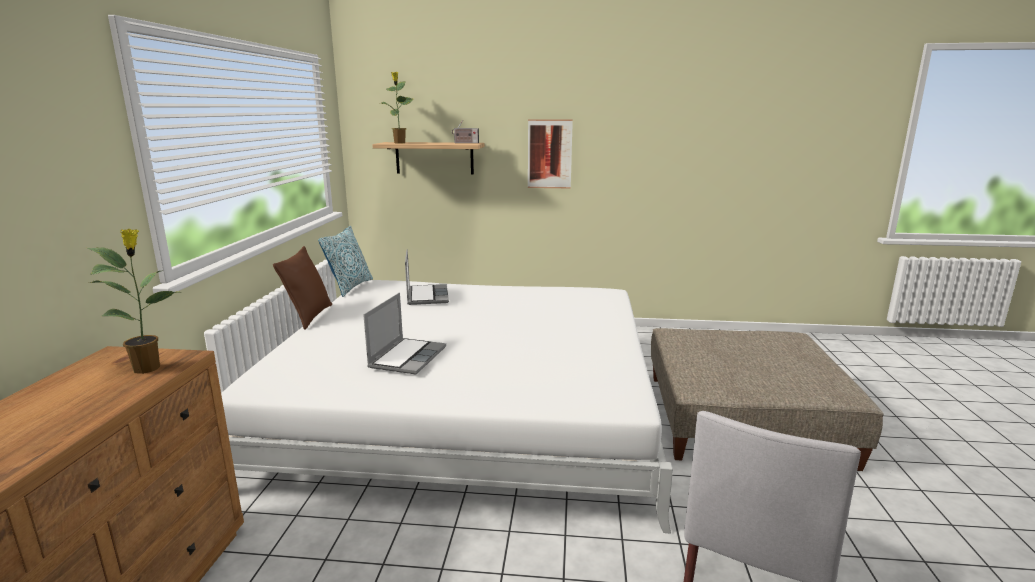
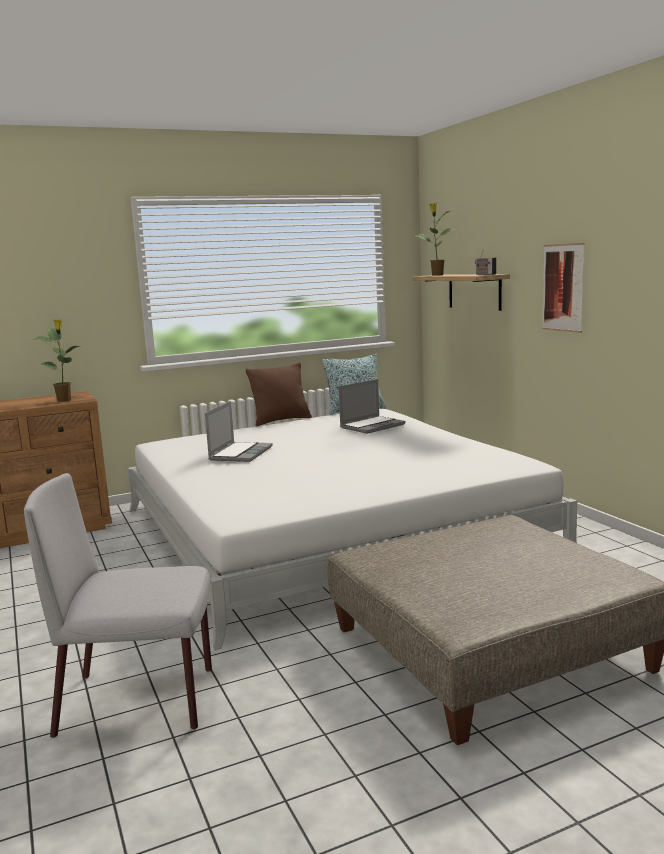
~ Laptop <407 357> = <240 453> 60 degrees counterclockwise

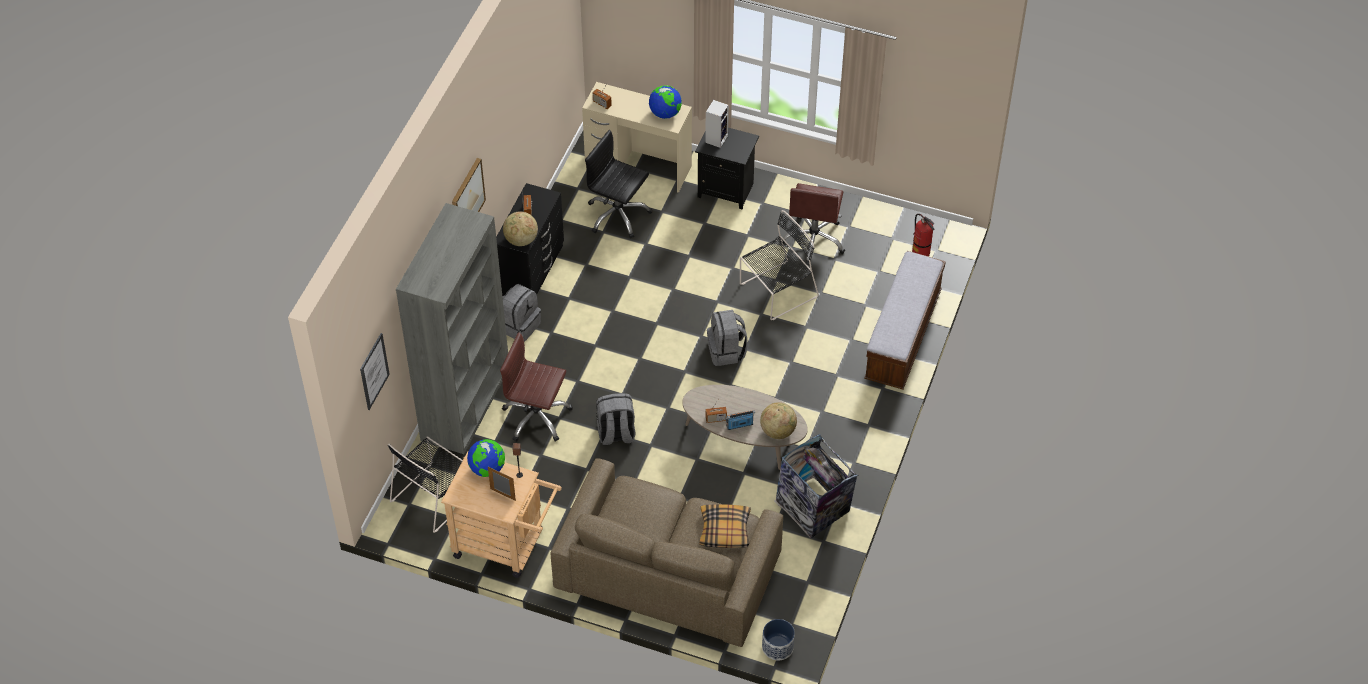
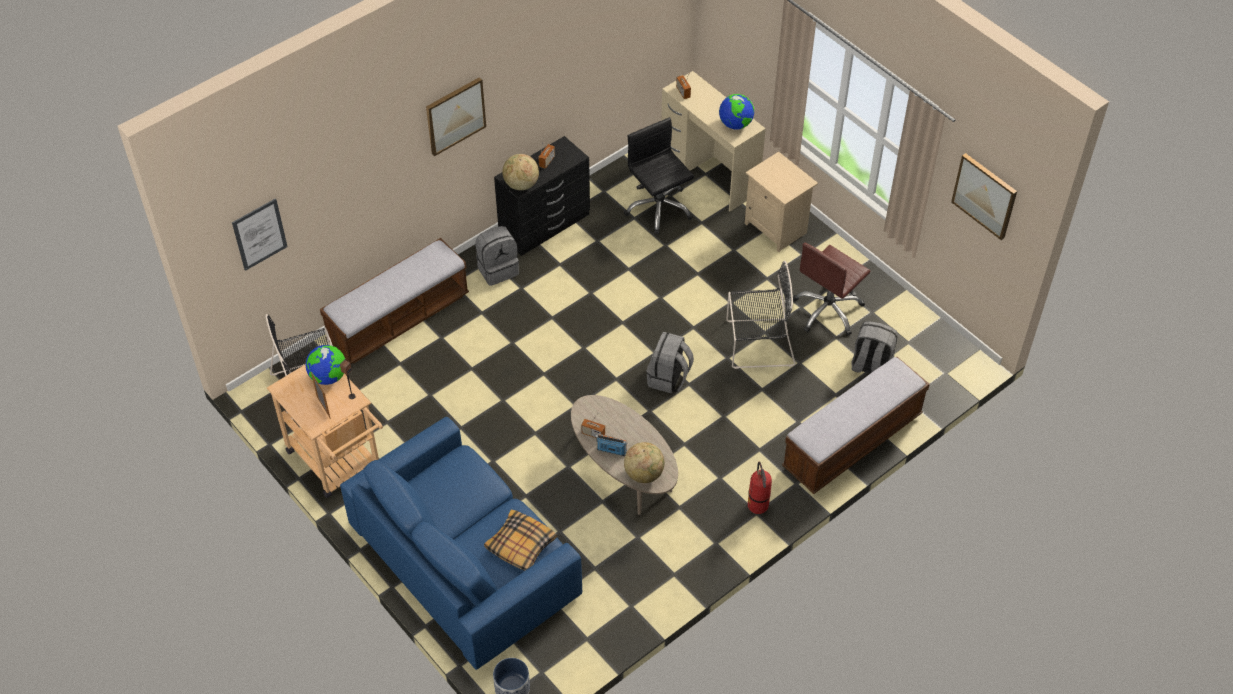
- Bürostuhl/braun <536 417>
- Lautsprecher <716 138>
- Mülleimer <813 509>
+ Bild <985 195>
~ Rucksack/grau <616 434> to <870 366>
~ Feuerlöscher <921 253> to <758 505>
~ Bücherregal/grau <466 405> to Bank <399 319>
~ Sofa/braun <668 569> to Sofa/blau <465 558>
~ Nachttisch/schwarz <726 190> to Nachttisch/beige <776 228>

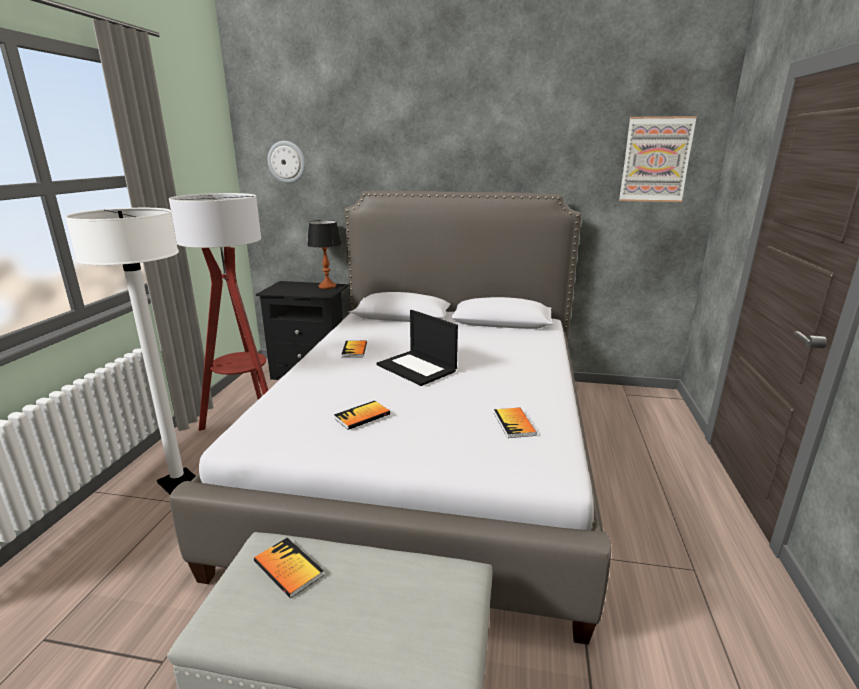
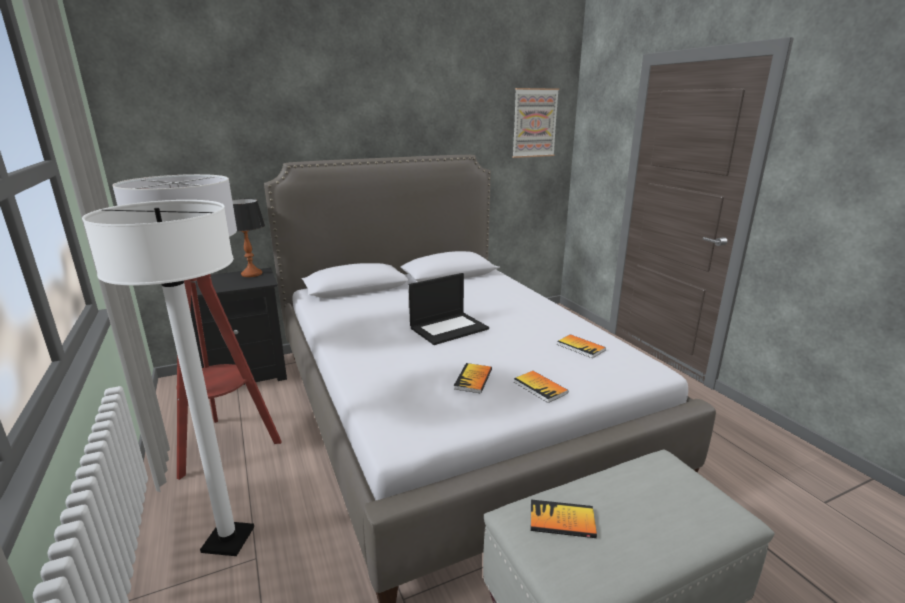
- Wanduhr <287 162>
~ Buch <354 350> to <540 387>
~ Laptop <417 368> = <449 328> 45 degrees counterclockwise

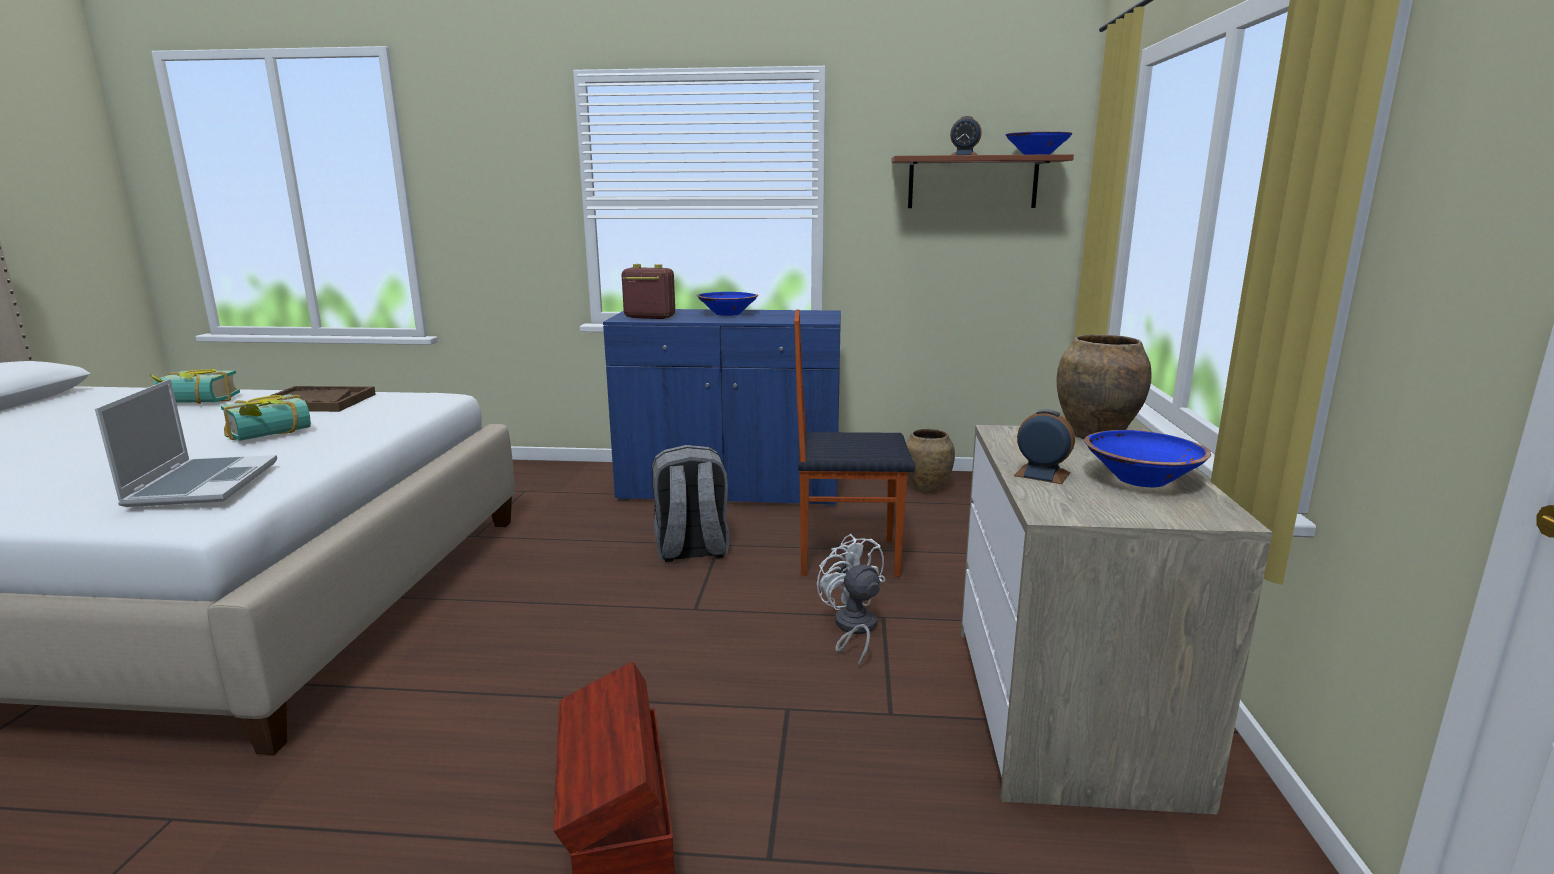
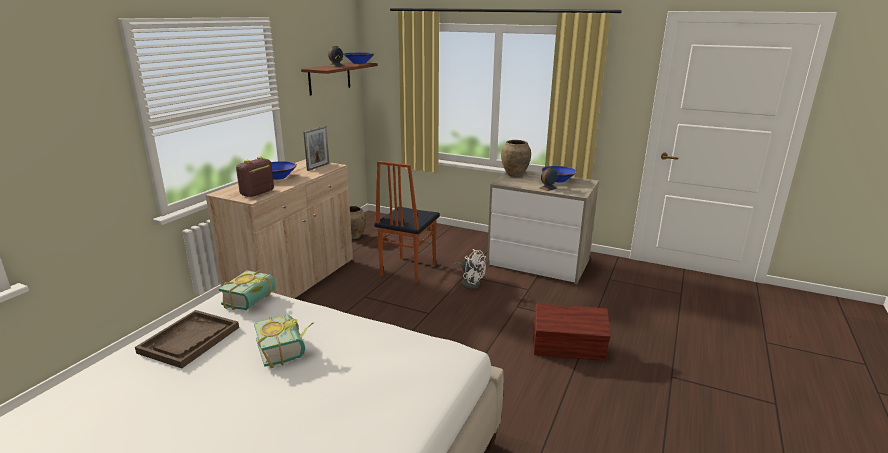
- Laptop <202 483>
- Rucksack/grau <691 550>
+ Bilderrahmen <318 167>
~ Buch <195 403> to <254 301>
~ Schrank/blau <730 489> to Schrank/beige <294 281>
~ Ventilator/weiß <853 629> = <470 283> 135 degrees counterclockwise

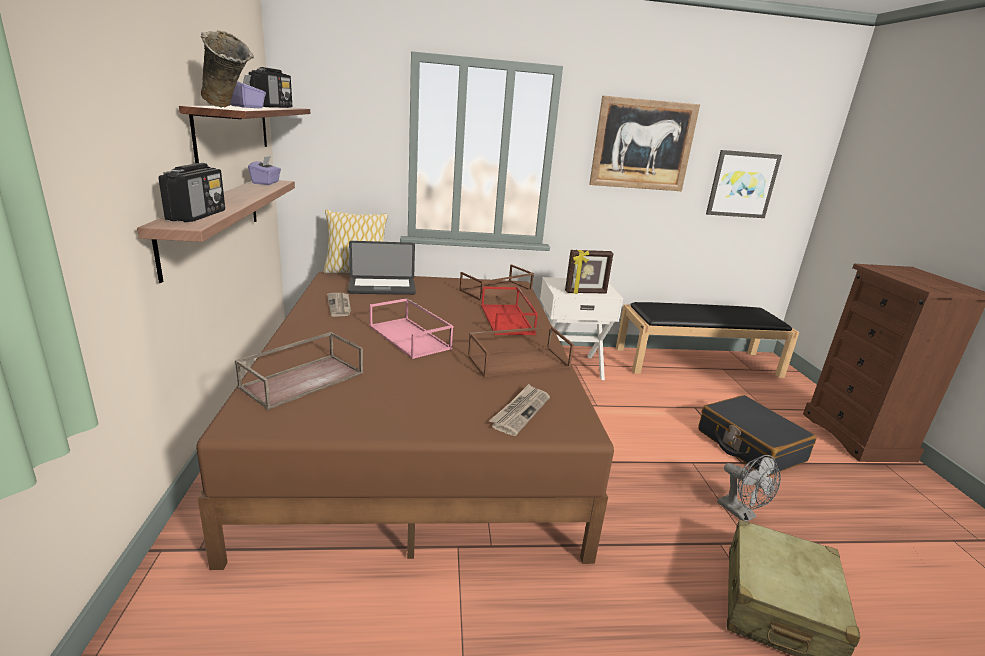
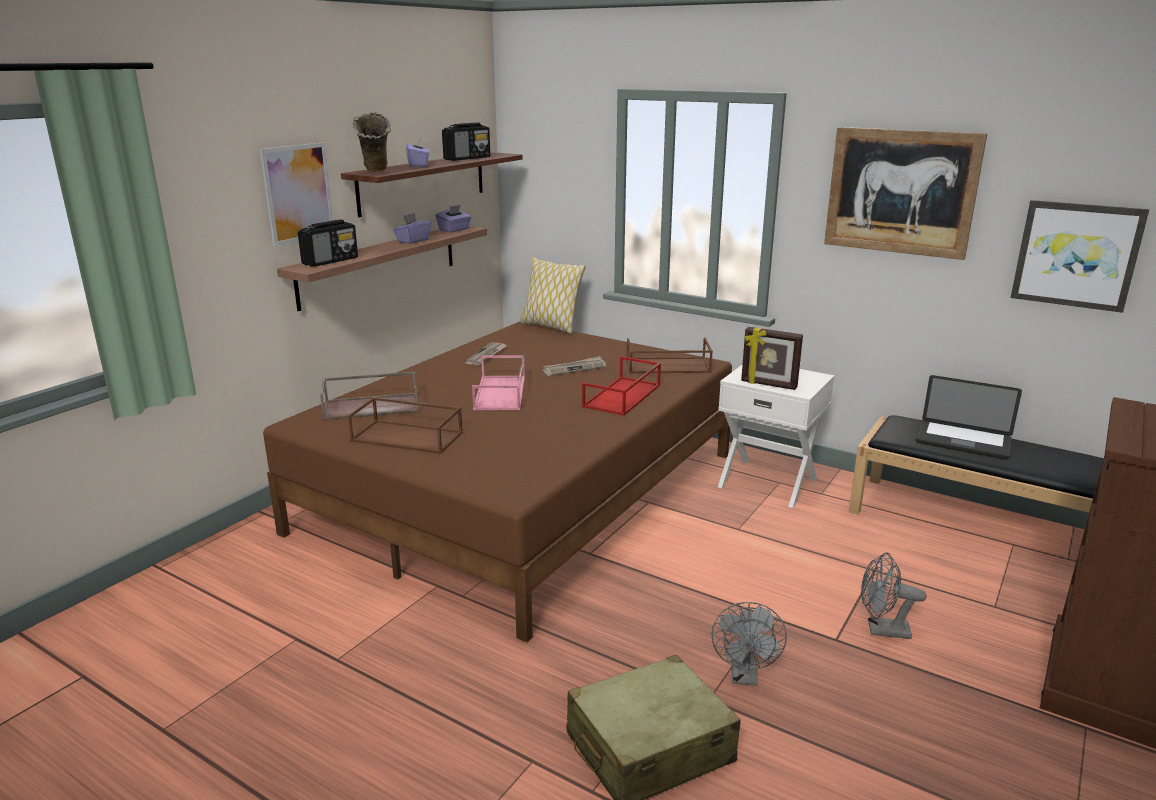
+ Bild <298 193>
+ Taschentuchbox/lila <413 241>
~ Laptop <382 288> to <963 441>
~ Tablett/braun <519 361> to <408 436>
~ Zeitung <520 411> to <574 368>
~ Koffer/schwarz <749 446> to Ventilator/grau <881 630>

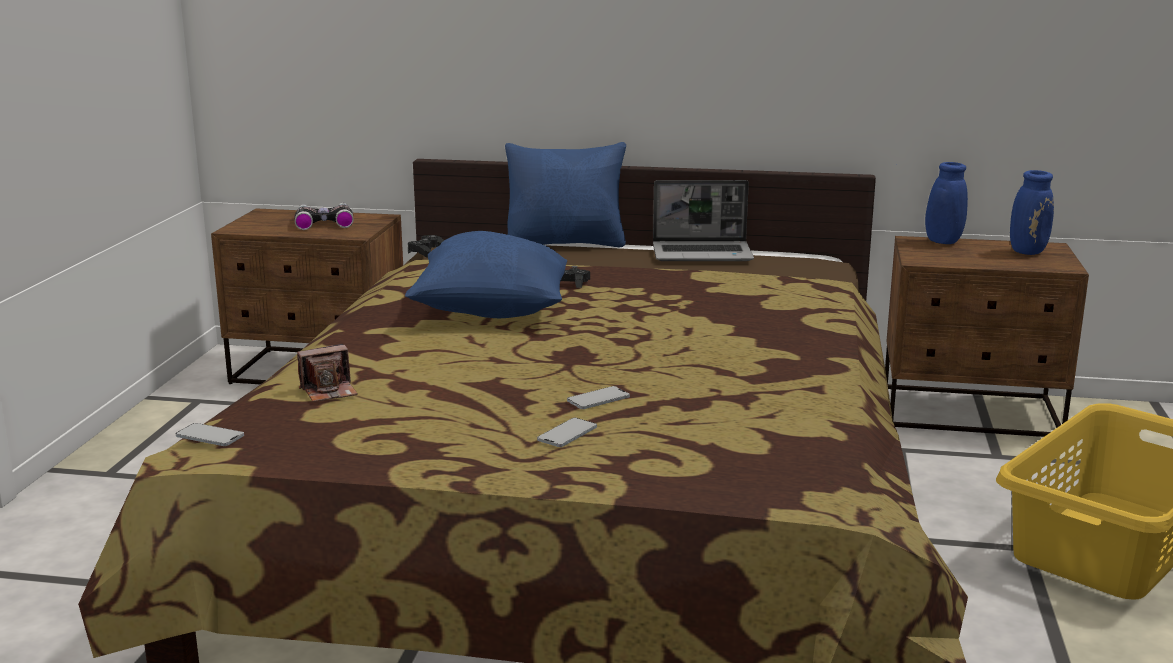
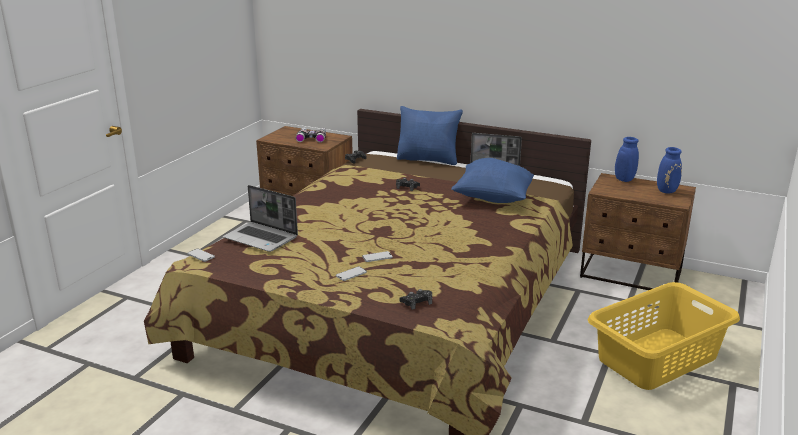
+ Gamepad/schwarz <416 302>
~ Kissen/blau <491 312> to <492 198>
~ Kamera <329 391> to Laptop <262 238>

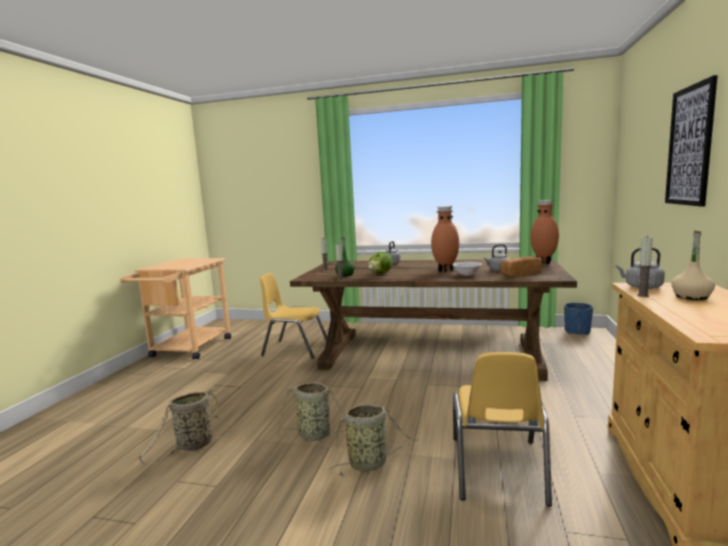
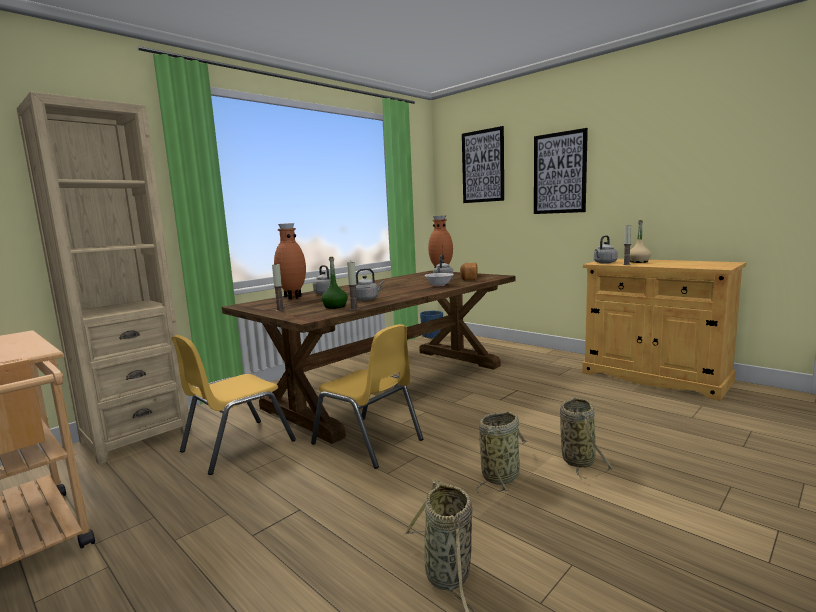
+ Bücherregal/beige <136 436>
+ Bild <483 166>
~ Vase/braun <445 270> to <292 297>
~ Stuhl/gelb <497 469> to <368 442>
~ Salatkopf <379 274> to Wasserkessel/grau <367 299>

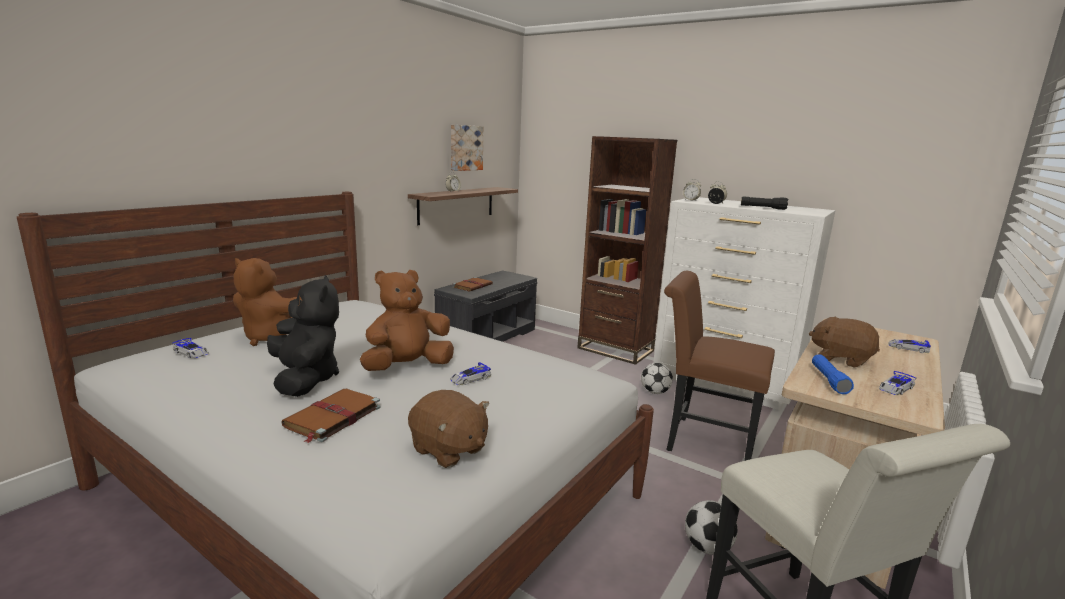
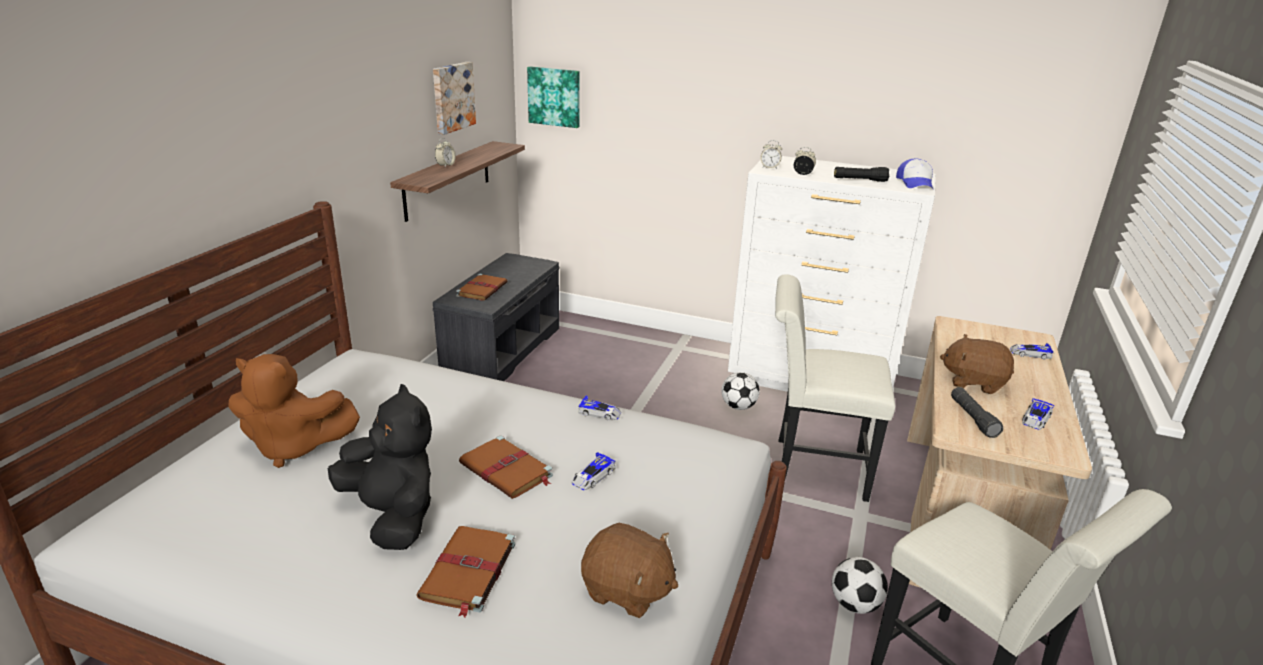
- Bücherregal/braun <615 349>
+ Bild <554 96>
+ Kappe <915 183>
~ Spielzeugauto <192 353> to <600 413>
~ Plüschtier/braun <407 367> to Buch/braun <507 470>
~ Stuhl/braun <703 440> to Stuhl/weiß <811 467>
~ Taschenlampe/blau <828 380> to Taschenlampe/schwarz <973 418>

